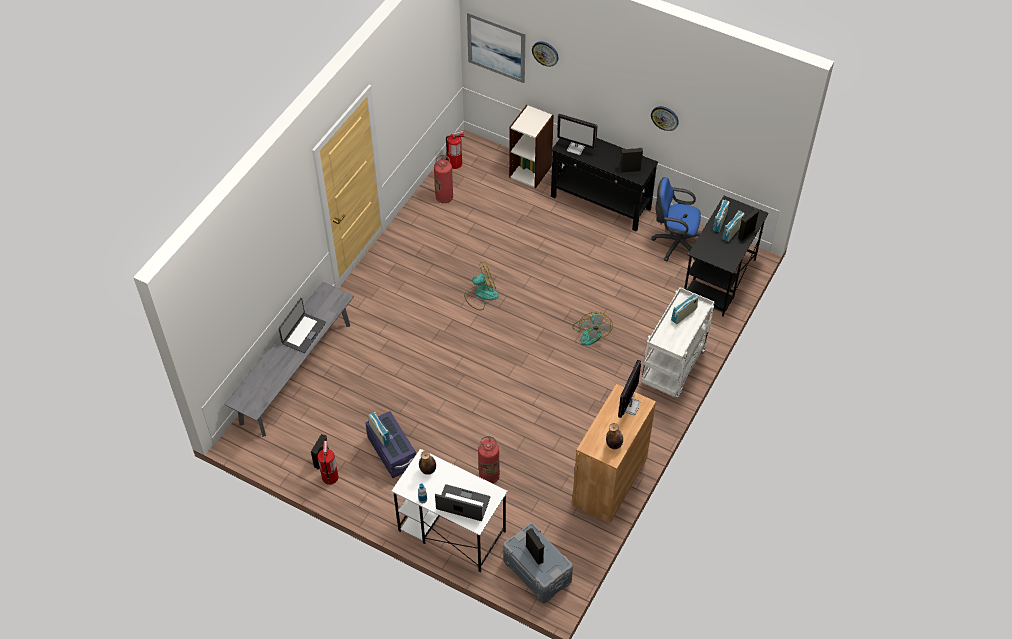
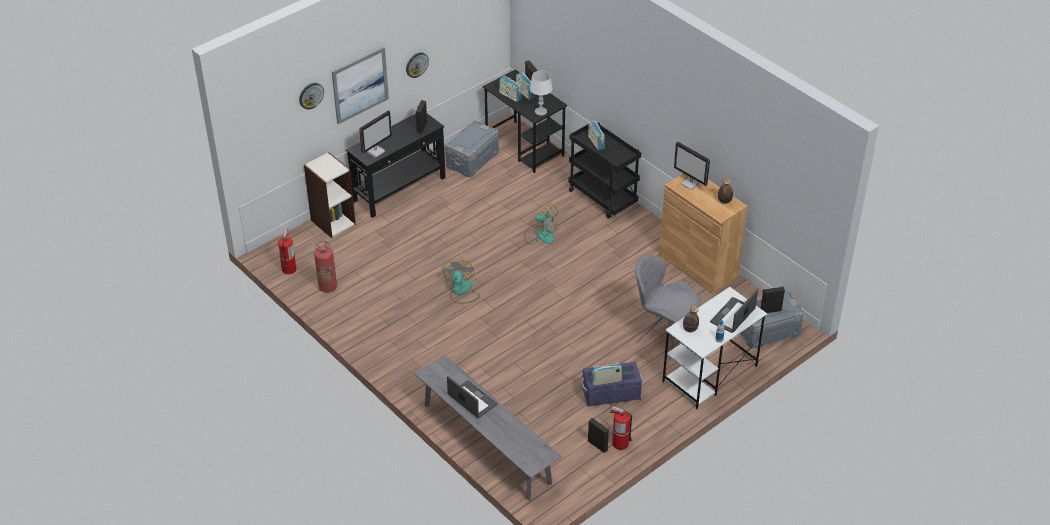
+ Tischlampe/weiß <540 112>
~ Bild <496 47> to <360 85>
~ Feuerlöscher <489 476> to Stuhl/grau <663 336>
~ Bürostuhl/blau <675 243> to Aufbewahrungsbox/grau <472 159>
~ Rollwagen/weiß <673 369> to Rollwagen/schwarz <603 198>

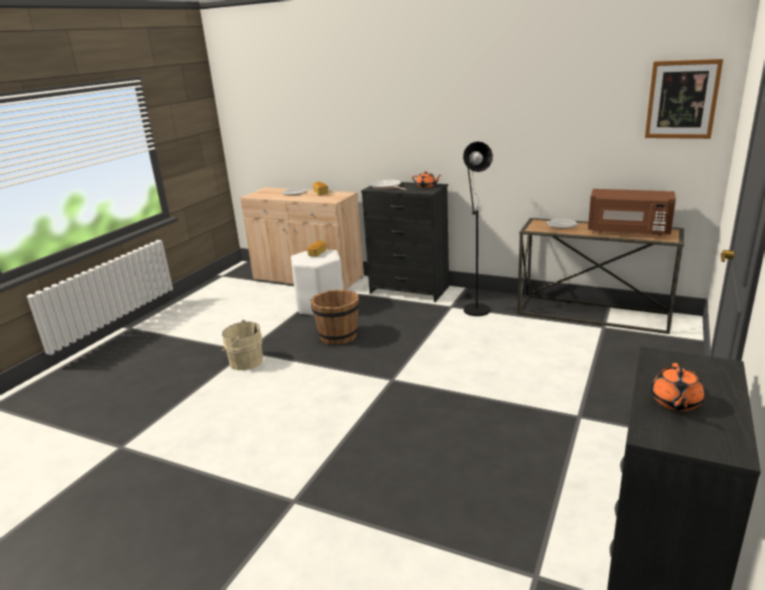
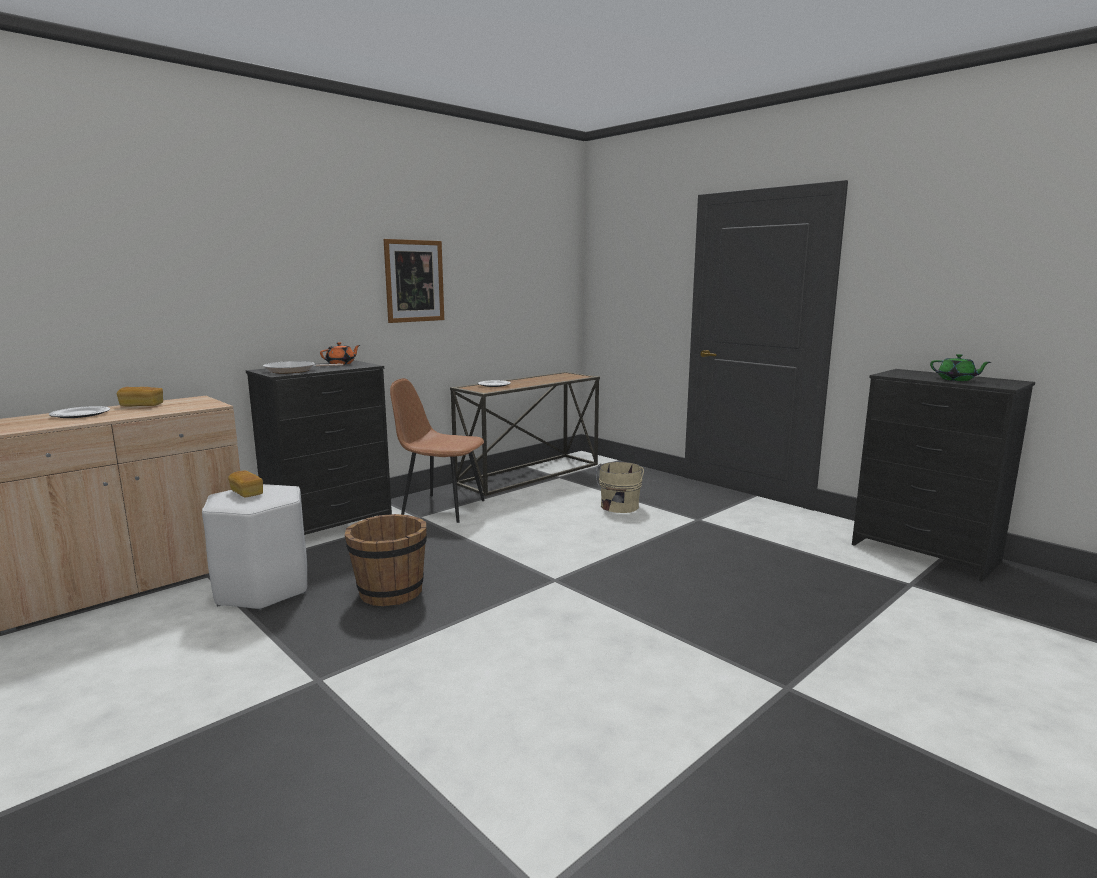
- Mikrowelle/braun <628 231>
~ Eimer/beige <244 361> to <619 507>
~ Bild <682 100> to <414 281>
~ Stehlampe/schwarz <474 308> to Stuhl/braun <441 508>
~ Teekanne/orange <675 402> to Teekanne/grün <956 380>

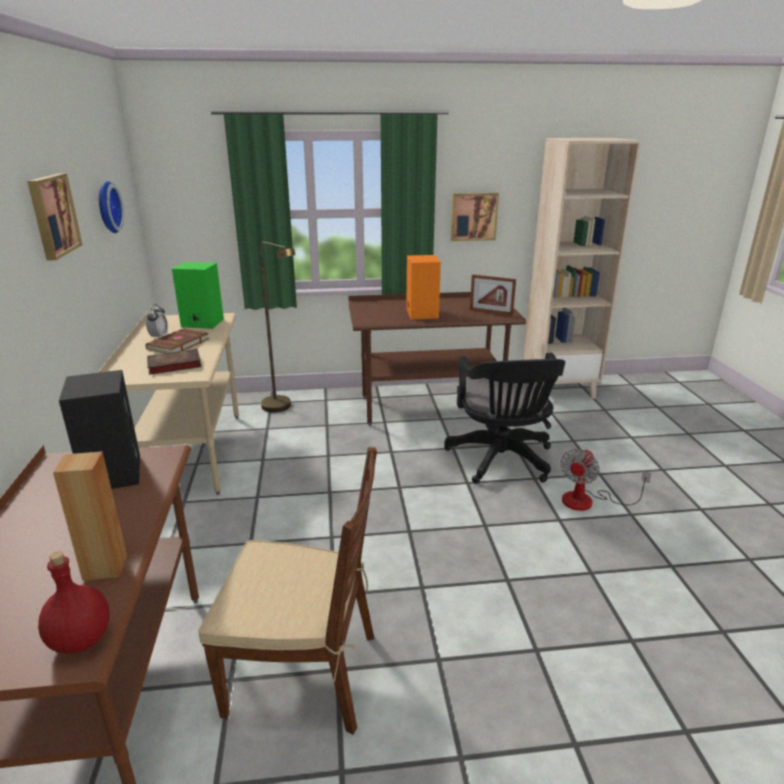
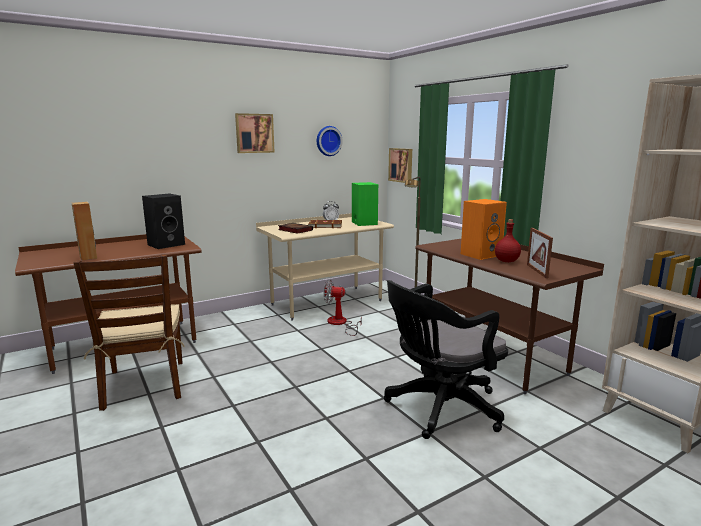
~ Flasche/rot <82 640> to <507 261>
~ Bild <473 216> to <401 165>
~ Ventilator <588 501> to <340 323>

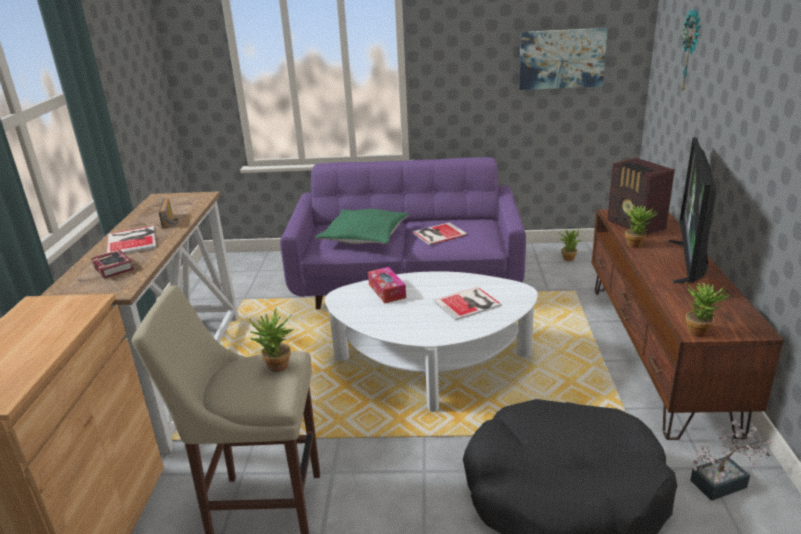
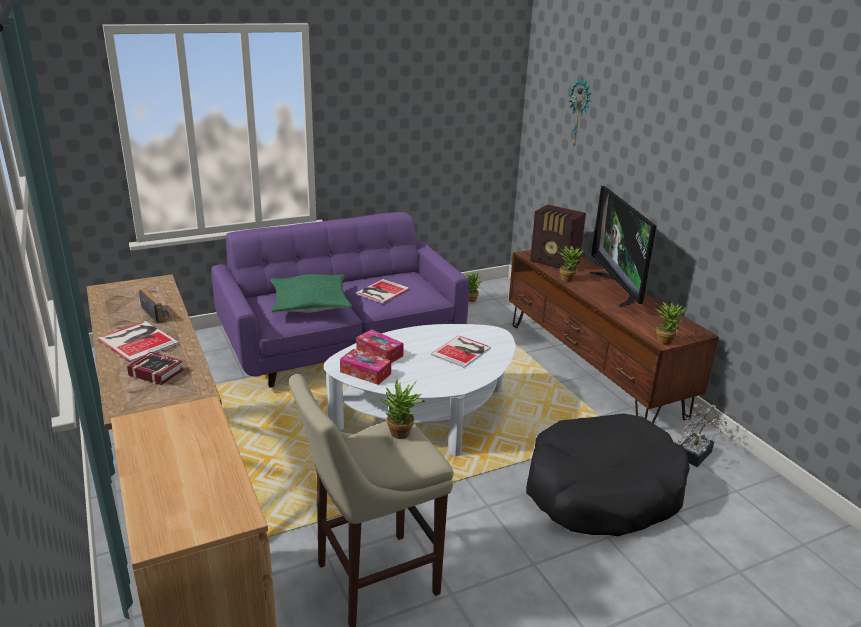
- Bild <561 59>
+ Taschentuchbox <365 373>

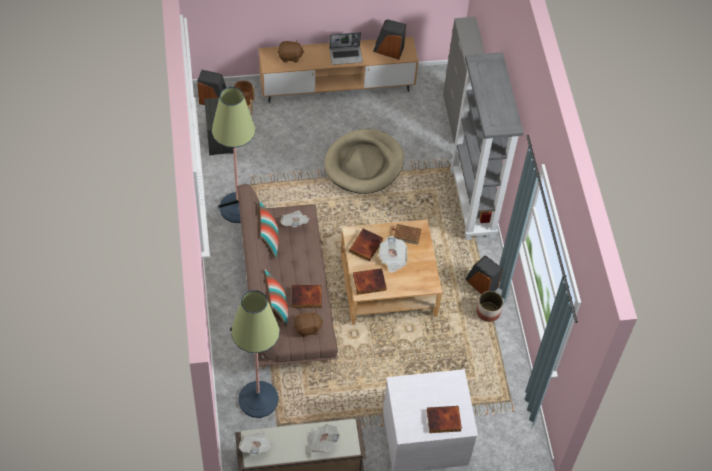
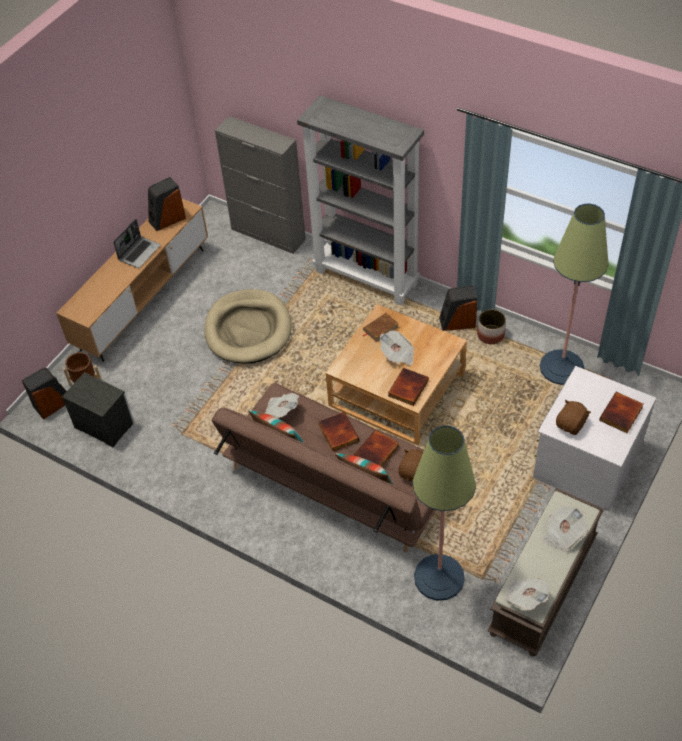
~ Stehlampe <238 208> to <561 368>
~ Plüschtier/braun <290 57> to <571 424>
~ Buch <365 245> to <337 433>

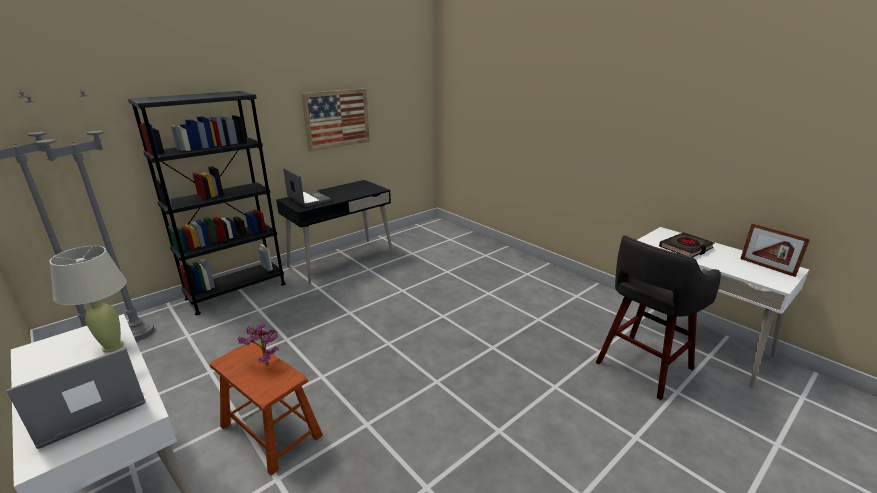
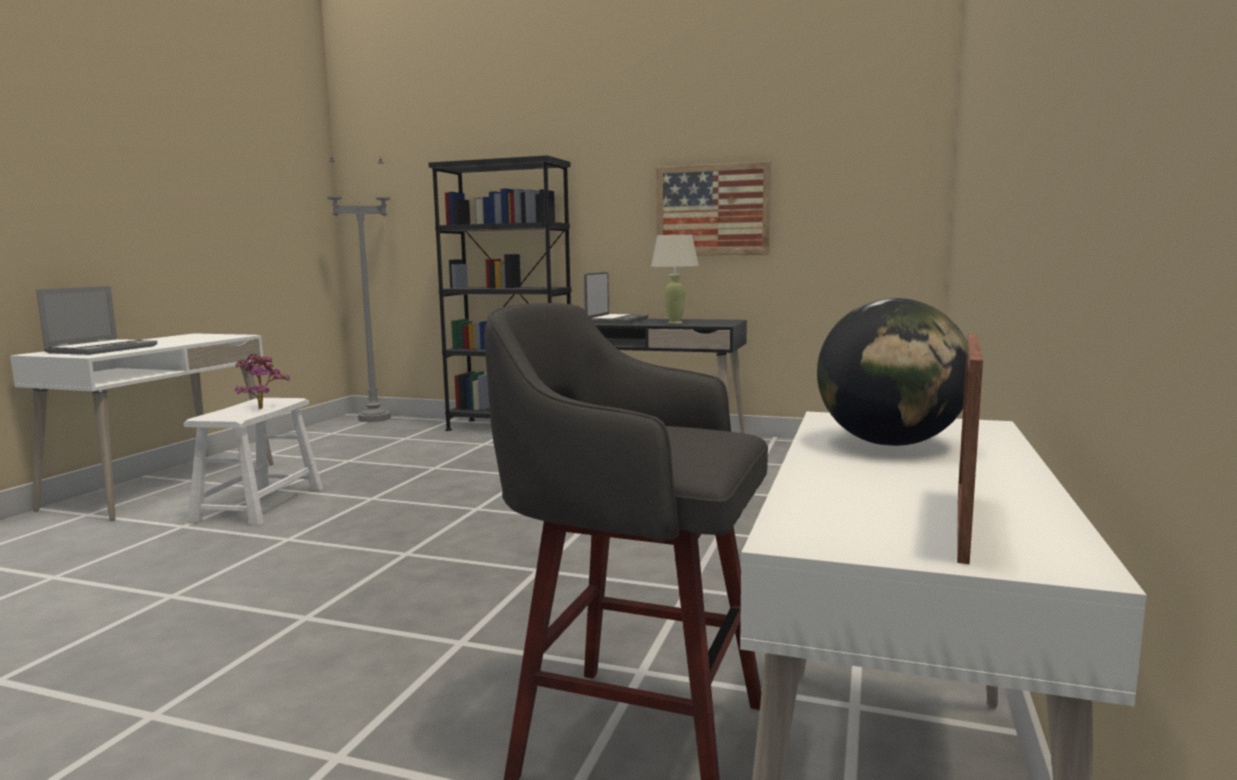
- Stehlampe/grau <138 333>
~ Tischlampe/beige <113 346> to <674 323>
~ Buch/schwarz <686 248> to Globus <889 443>
~ Hocker/braun <271 431> to Hocker/weiß <259 504>
~ Laptop <89 409> = <102 349> 90 degrees clockwise

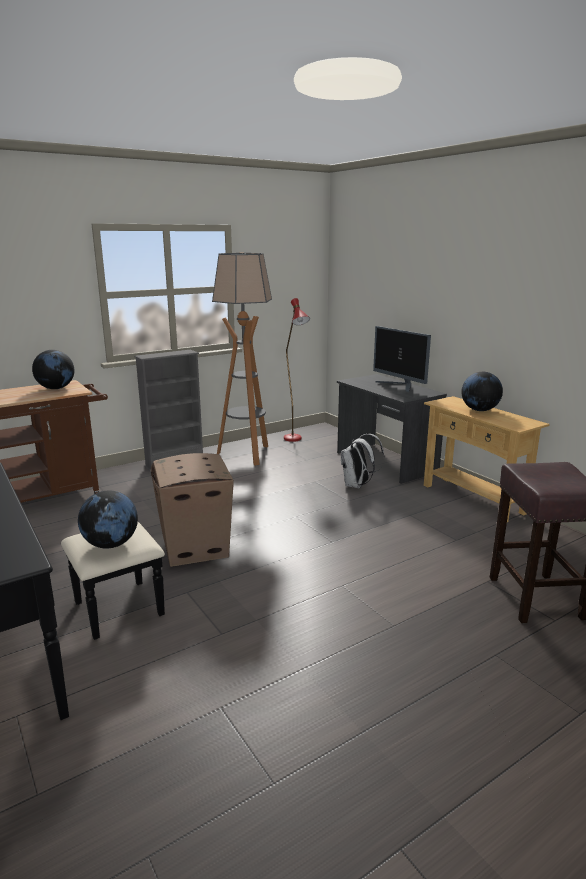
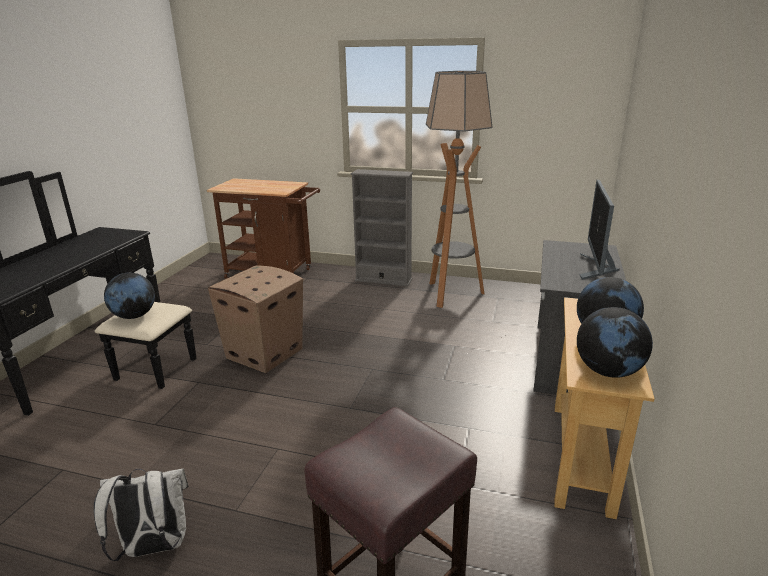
- Stehlampe/rot <295 440>
~ Globus <56 388> to <608 371>
~ Rucksack/weiß <358 485> to <154 547>

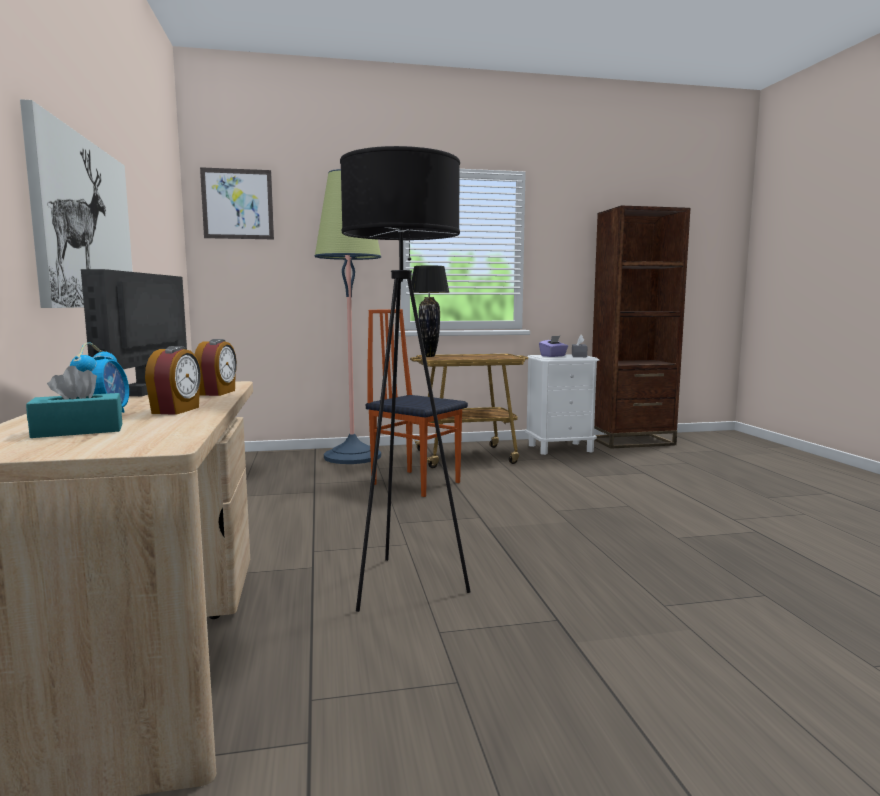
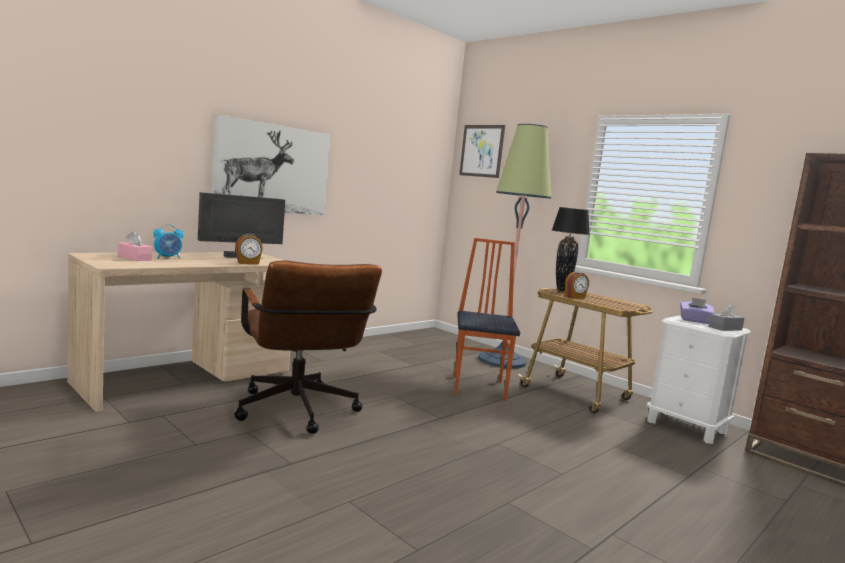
~ Wecker <177 410> to <575 297>
~ Stehlampe/schwarz <404 585> to Bürostuhl/braun <298 413>
~ Taschentuchbox/türkis <78 431> to Taschentuchbox/rosa <134 258>

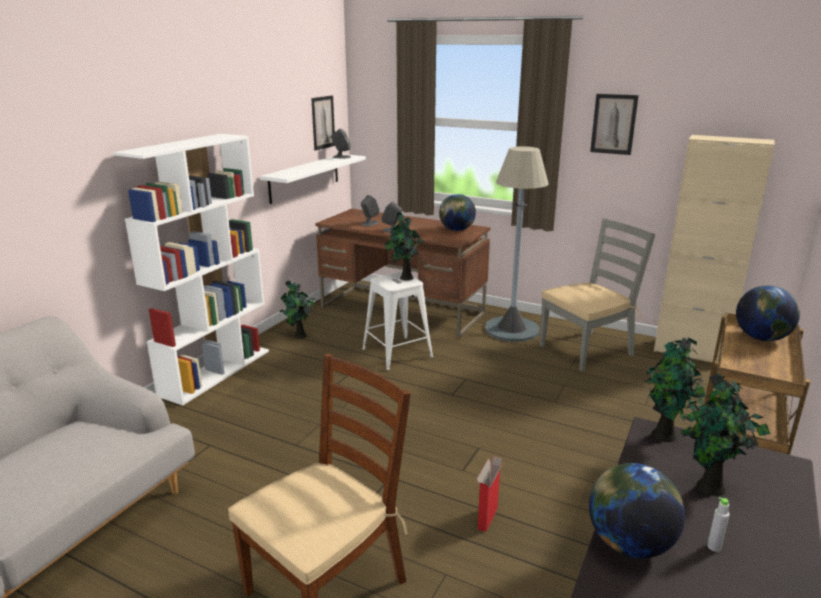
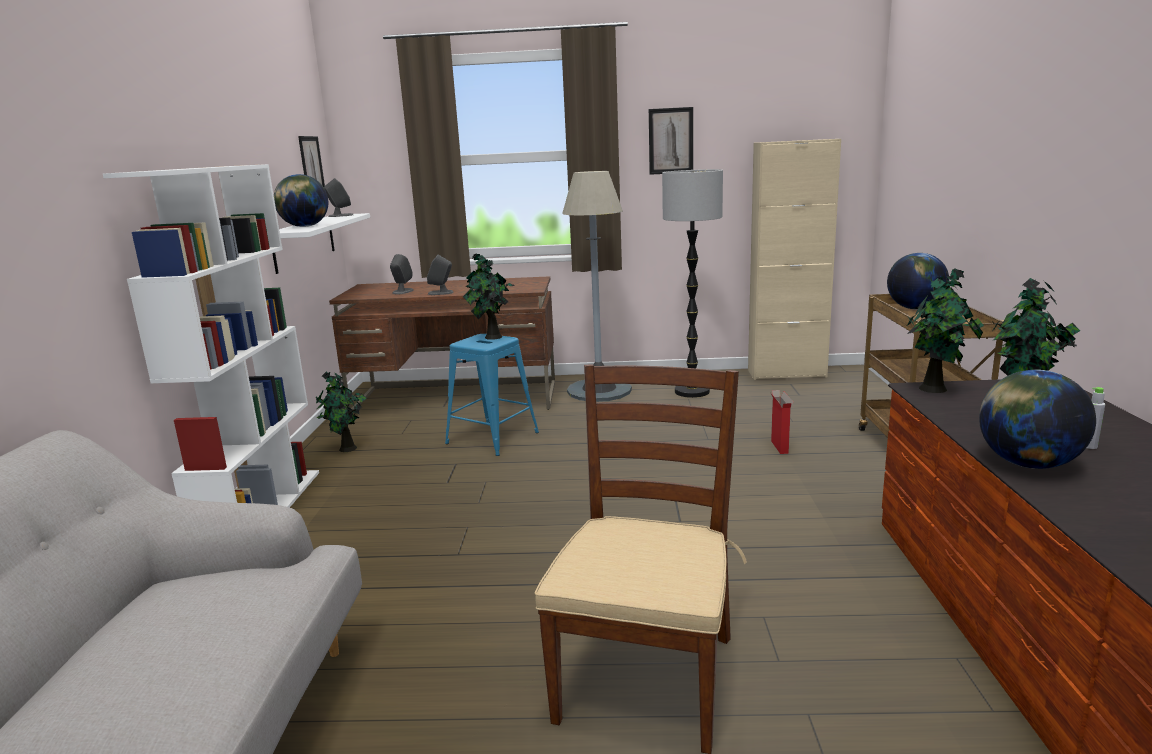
~ Globus <456 230> to <305 226>
~ Karton <487 518> to <779 447>
~ Stuhl/grau <586 350> to Stehlampe <692 391>
~ Hocker/weiß <397 353> to Hocker/blau <493 438>

